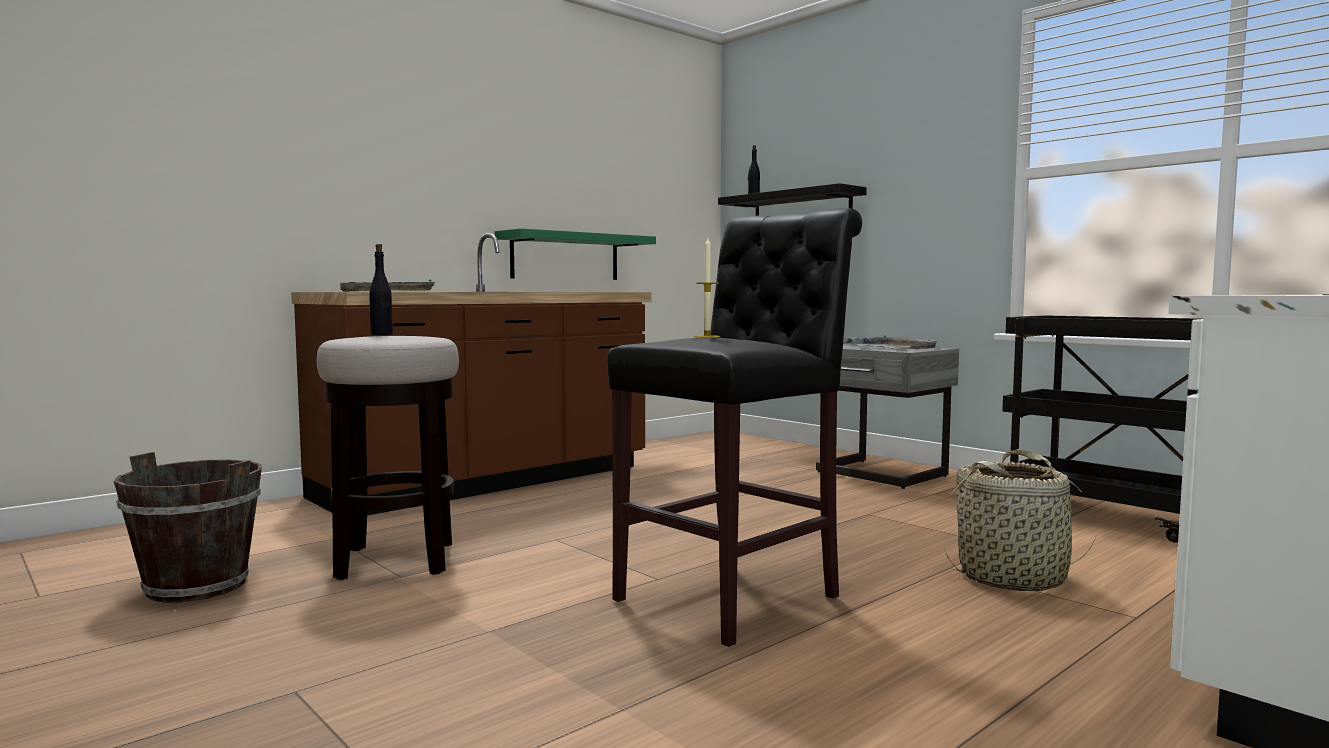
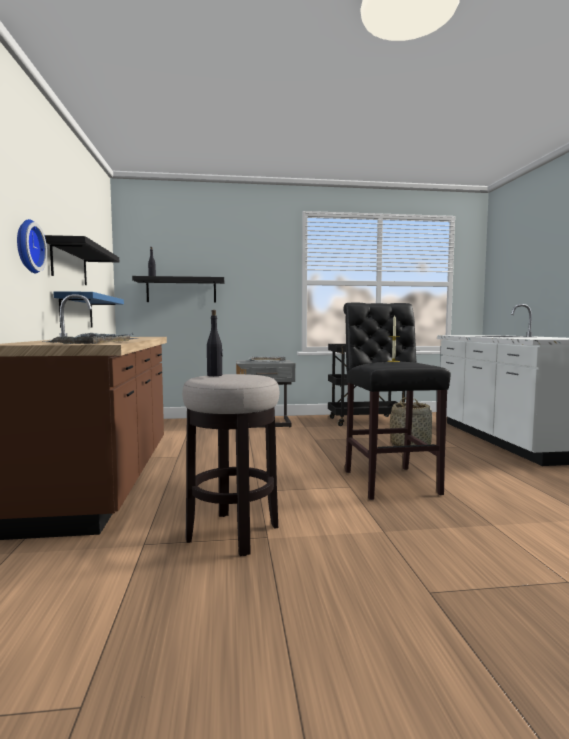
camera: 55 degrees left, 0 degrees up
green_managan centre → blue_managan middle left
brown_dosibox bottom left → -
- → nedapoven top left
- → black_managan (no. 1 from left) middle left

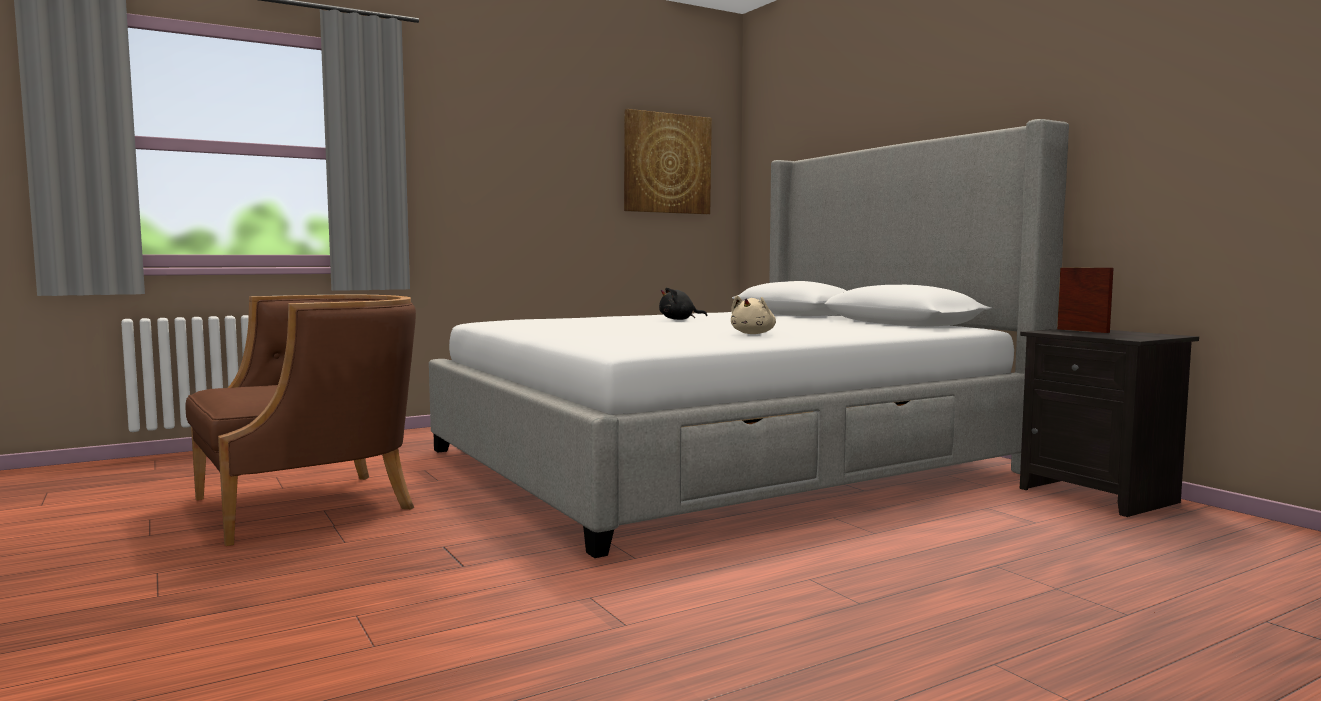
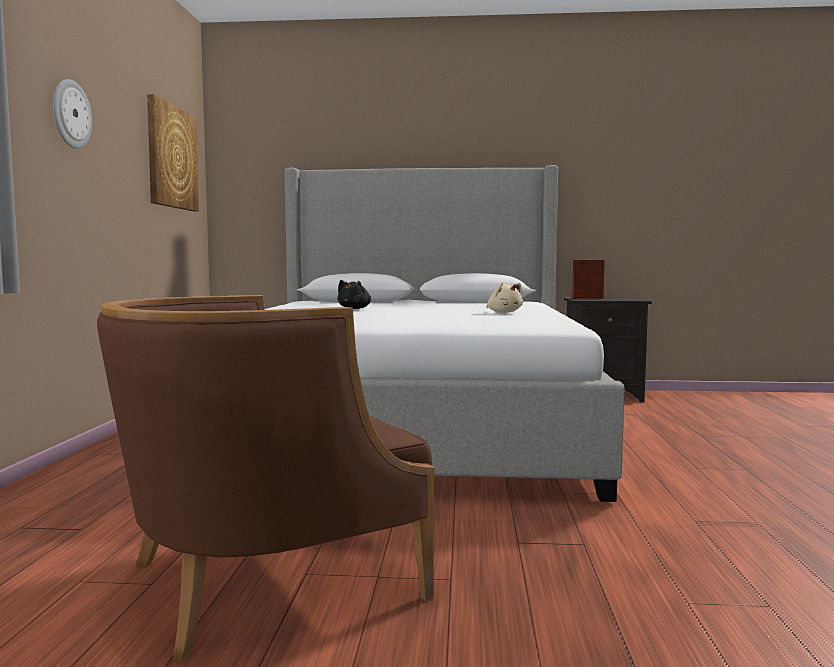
camera: 55 degrees left, 0 degrees up
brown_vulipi middle left → brown_vulipi bottom left, 120 degrees counterclockwise
- → nedapoven top left

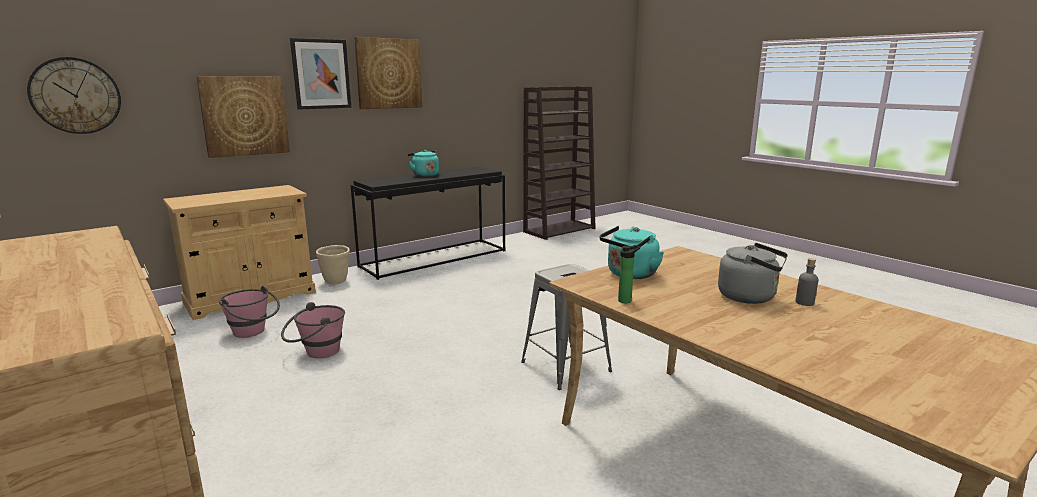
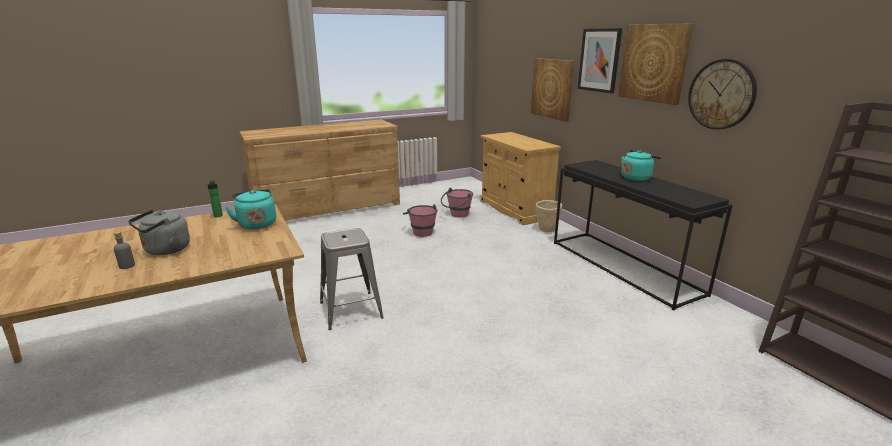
camera: 100 degrees right, 5 degrees up
nedapoven top left → nedapoven top right, relocated

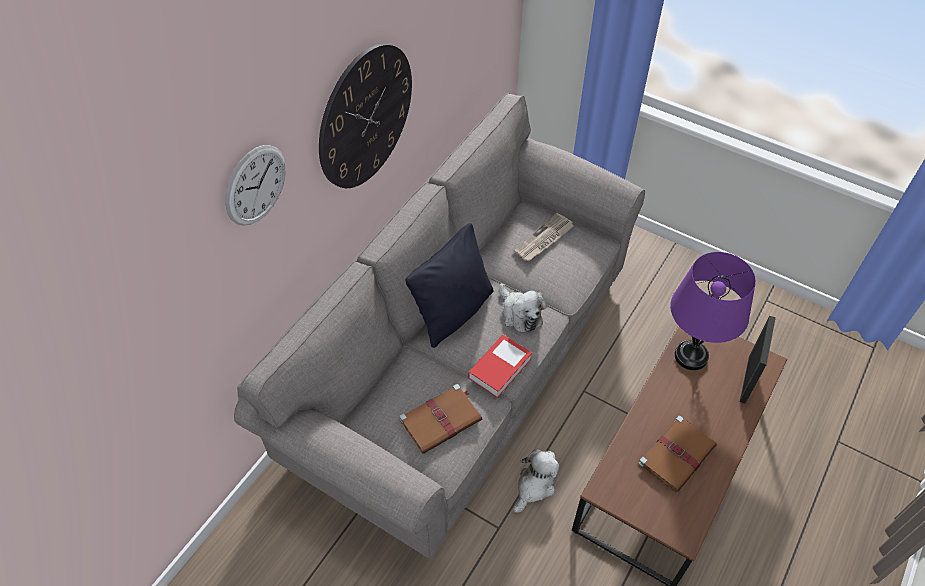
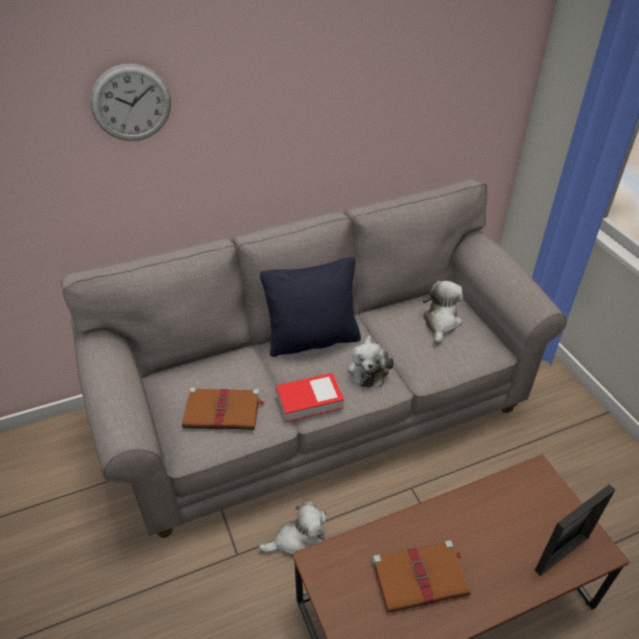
camera: 35 degrees right, 10 degrees down
nedapoven (no. 2 from left) top centre → -
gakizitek centre → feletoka (no. 3 from left) middle right
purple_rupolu middle right → -

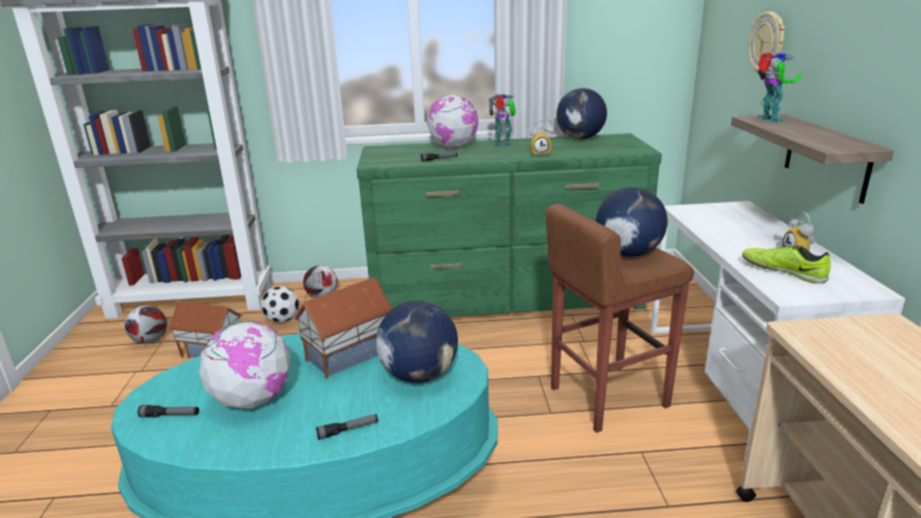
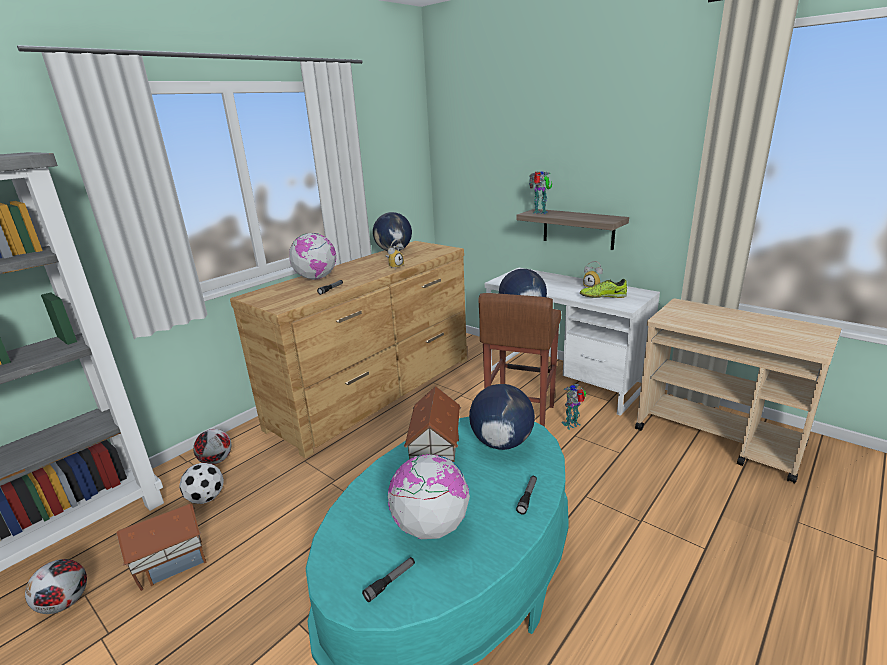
camera: 45 degrees left, 0 degrees up
nedapoven top right → -
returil (no. 1 from left in the first image) top centre → returil (no. 2 from left) centre, relocated
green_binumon centre → brown_binumon centre

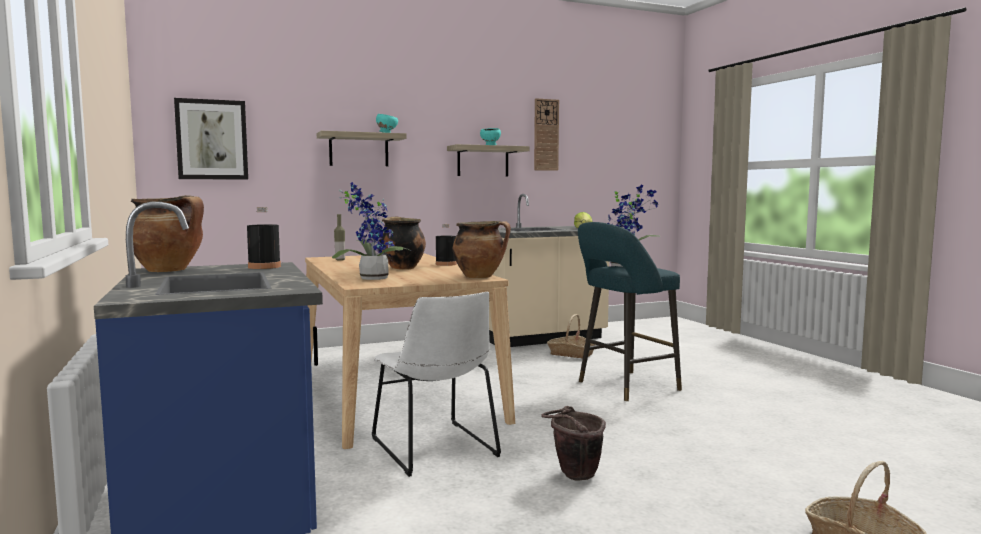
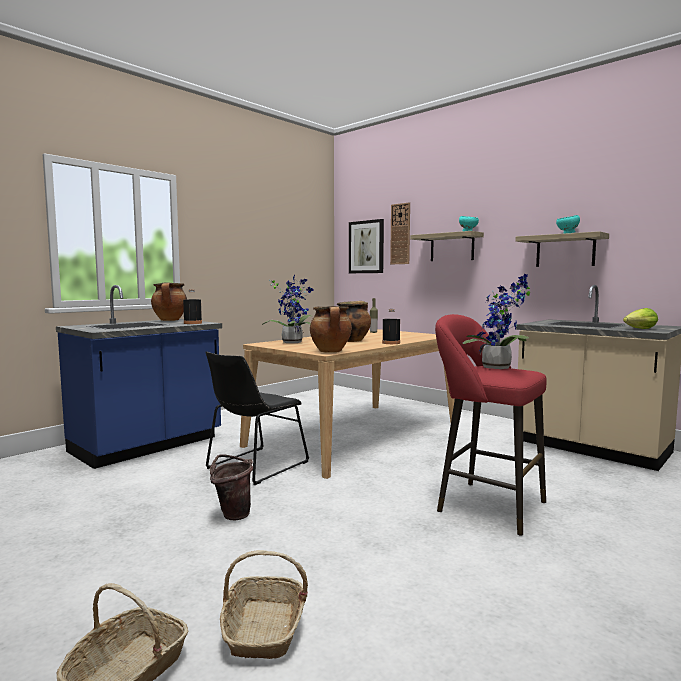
camera: 65 degrees right, 0 degrees up
nedapoven top centre → nedapoven centre, relocated
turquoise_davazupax centre → red_davazupax middle right
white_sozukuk bottom centre → black_sozukuk centre
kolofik (no. 1 from left in the first image) centre → kolofik (no. 2 from left) bottom centre, relocated

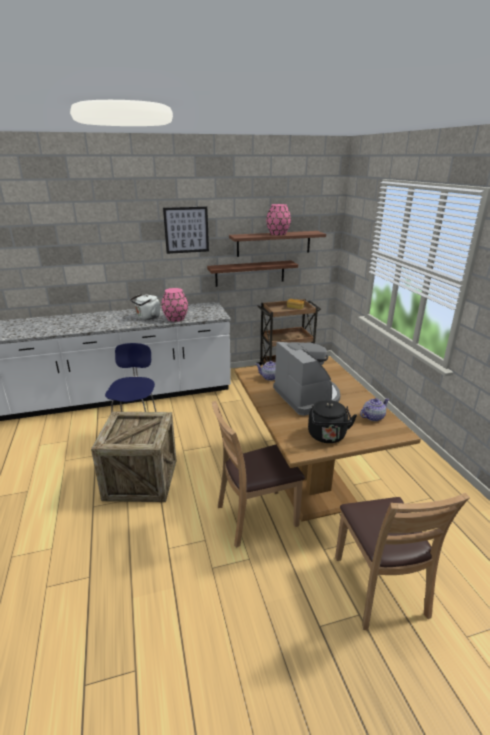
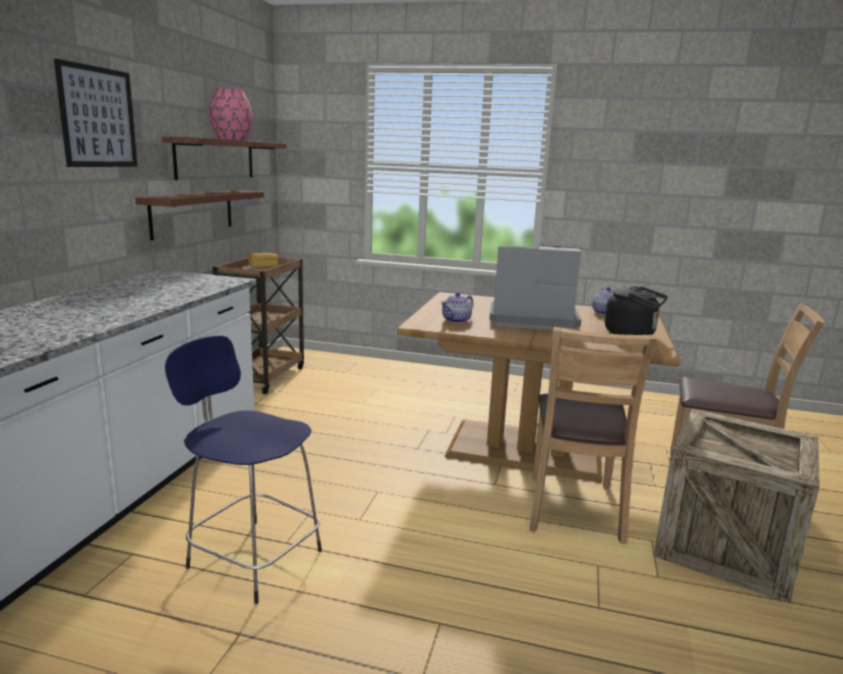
camera: 60 degrees left, 10 degrees down
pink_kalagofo (no. 1 from left) centre → -
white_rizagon middle left → -
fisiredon middle left → fisiredon bottom right, relocated

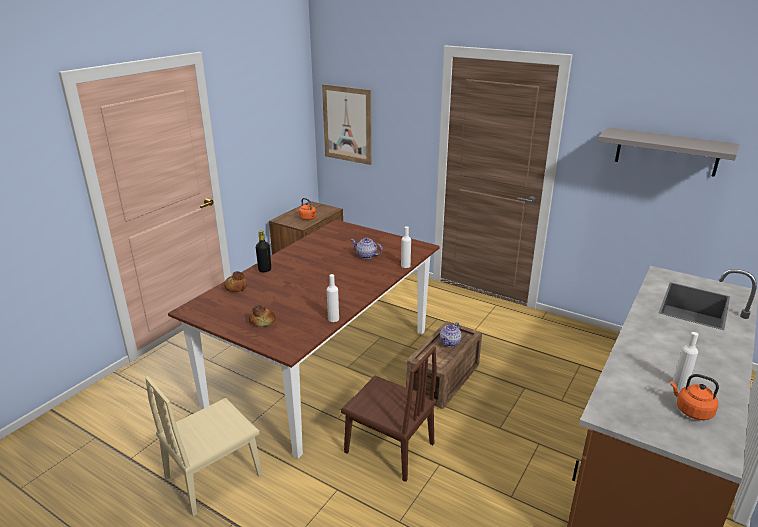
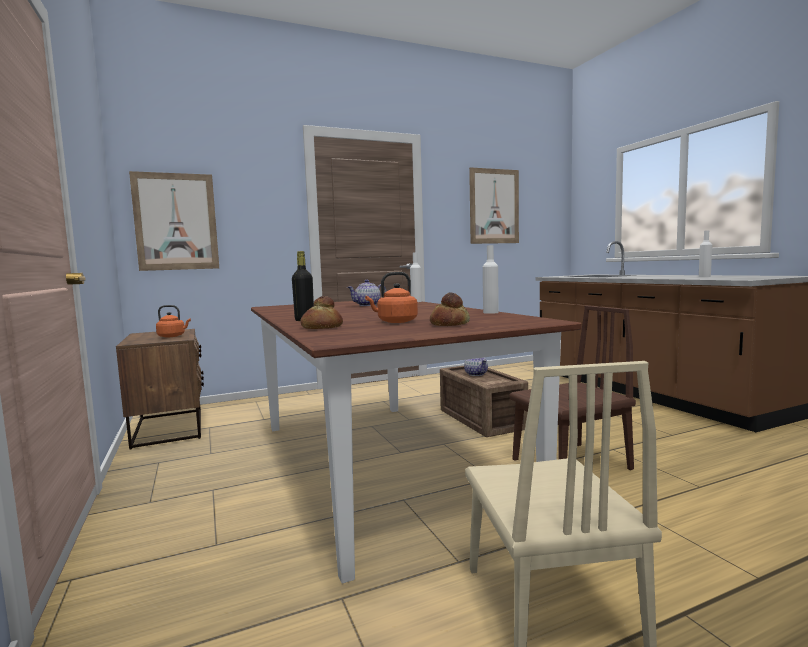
camera: 55 degrees left, 20 degrees down
grey_managan top right → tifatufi (no. 2 from left) top centre
orange_rizagon (no. 2 from left) bottom right → orange_rizagon (no. 2 from left) centre, relocated

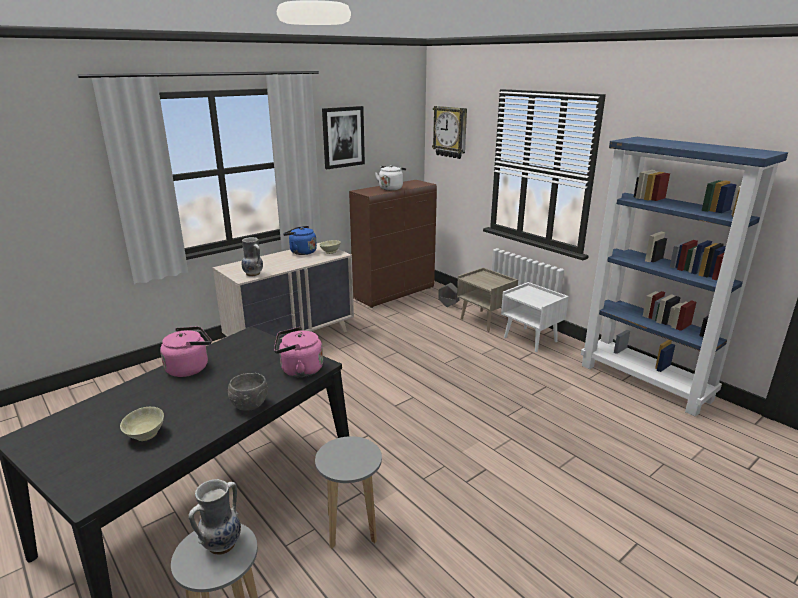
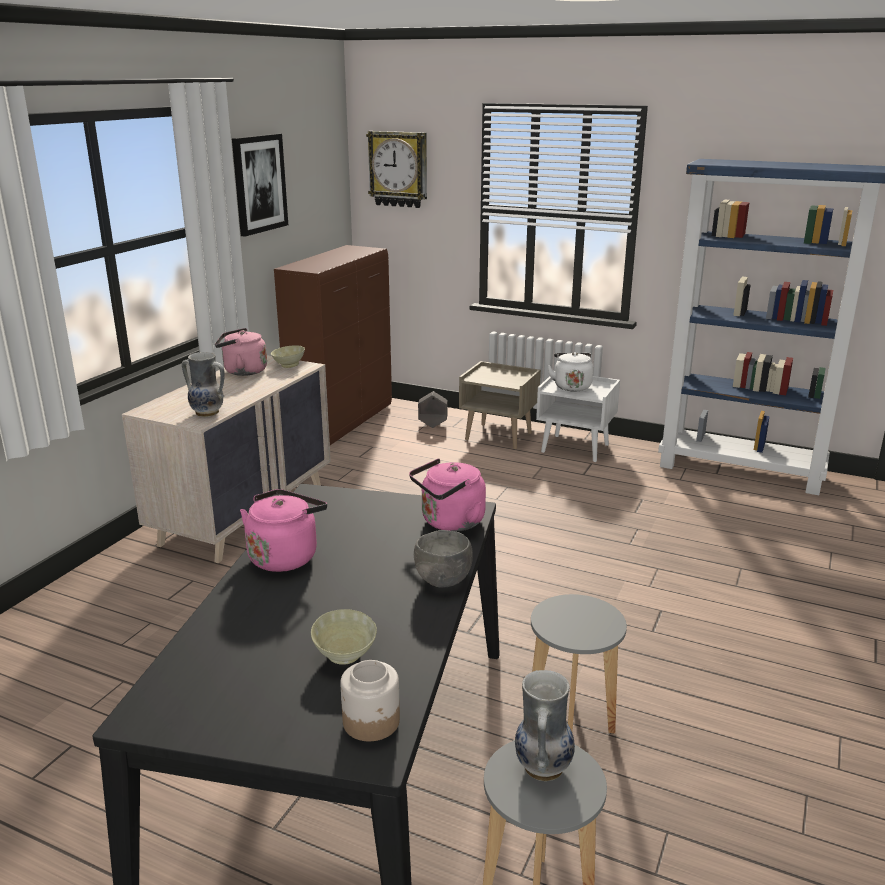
camera: 25 degrees left, 0 degrees up
white_rizagon top centre → white_rizagon centre, relocated
blue_rizagon centre → pink_rizagon (no. 1 from left) middle left
- → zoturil bottom centre

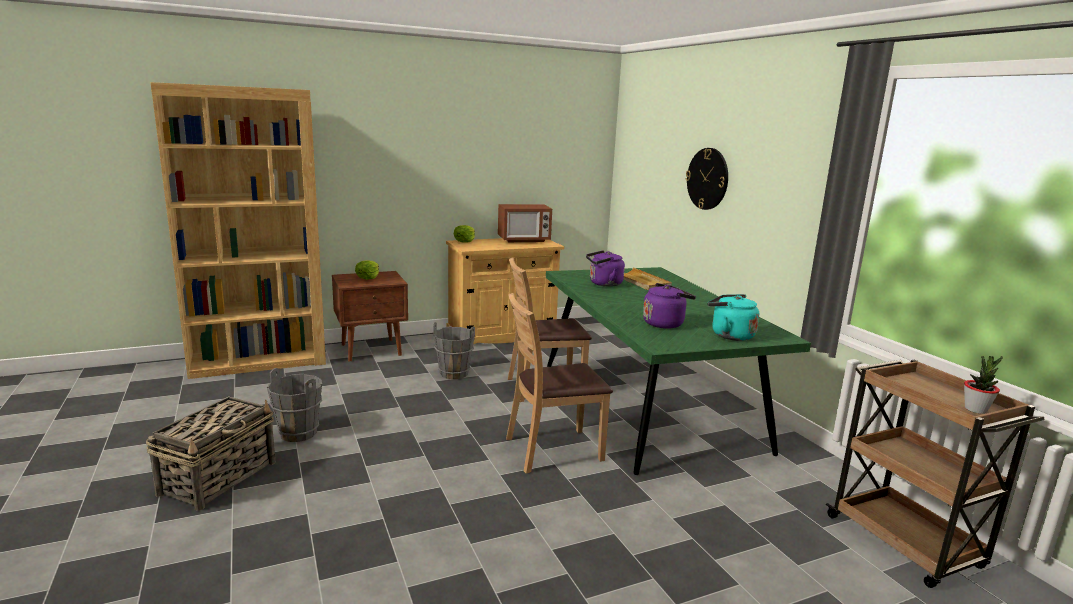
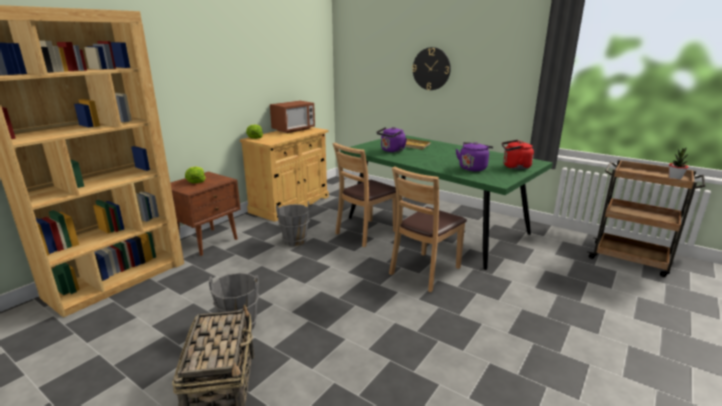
camera: 30 degrees left, 5 degrees up
turquoise_rizagon middle right → red_rizagon middle right

